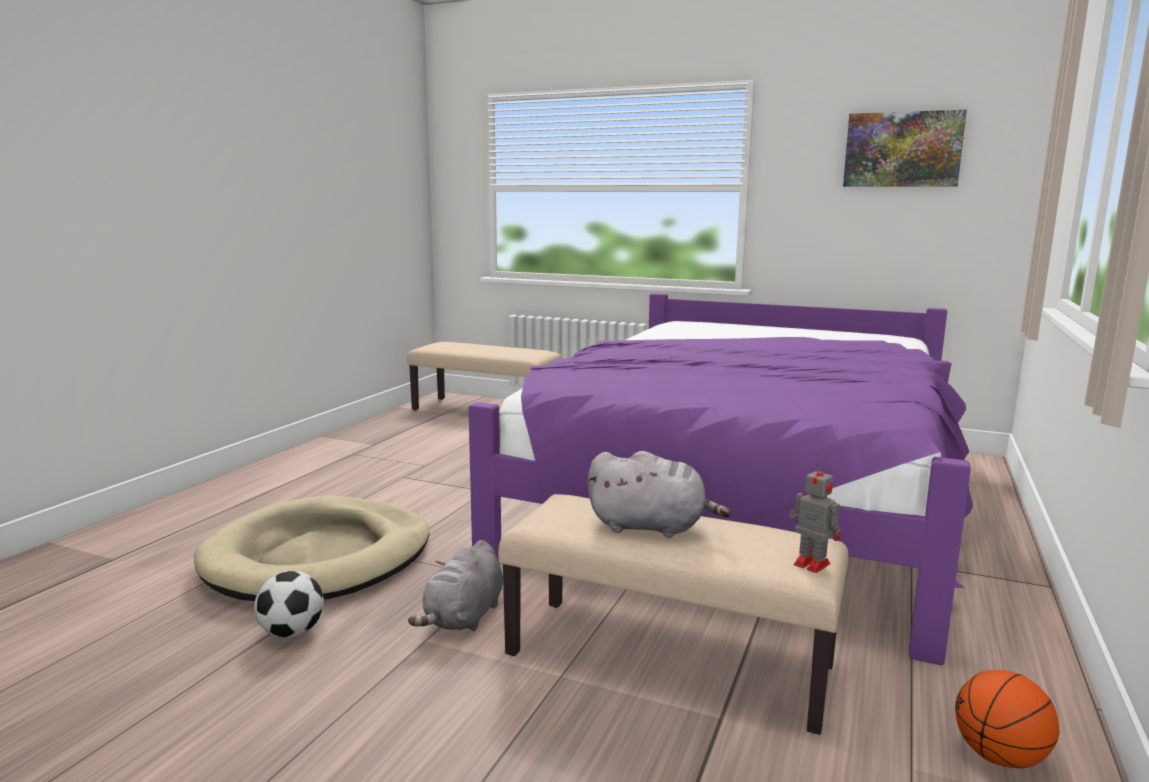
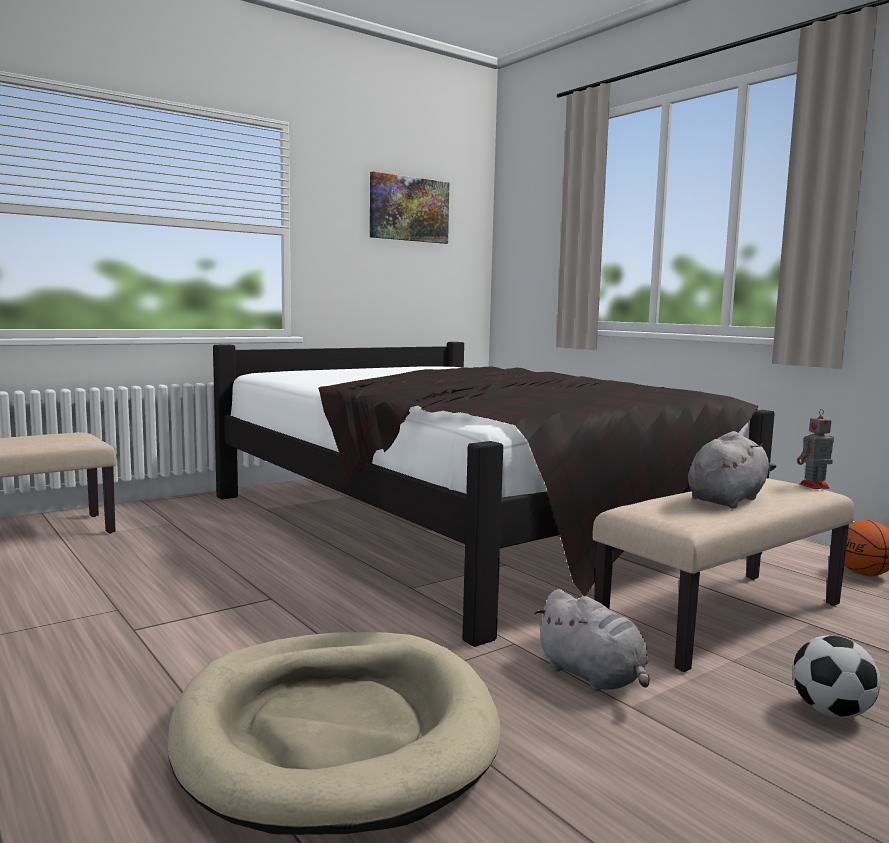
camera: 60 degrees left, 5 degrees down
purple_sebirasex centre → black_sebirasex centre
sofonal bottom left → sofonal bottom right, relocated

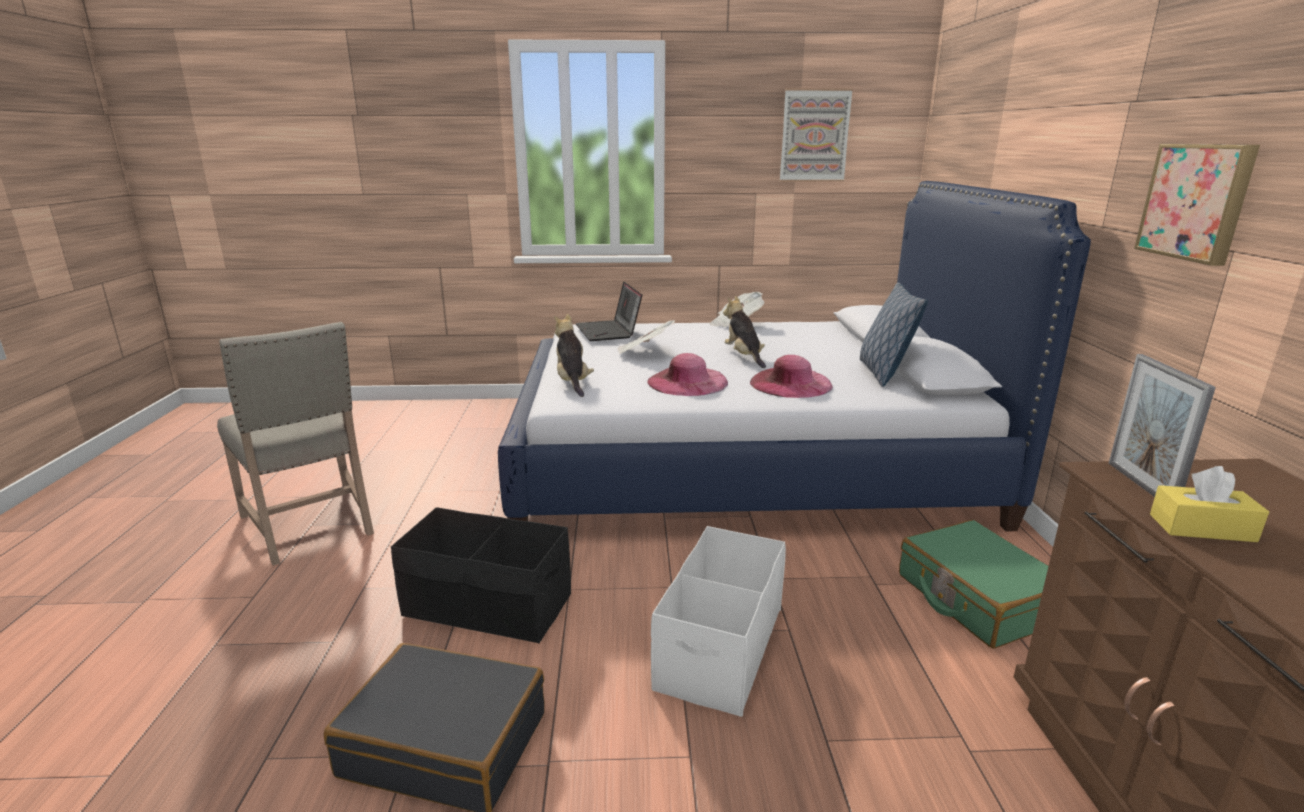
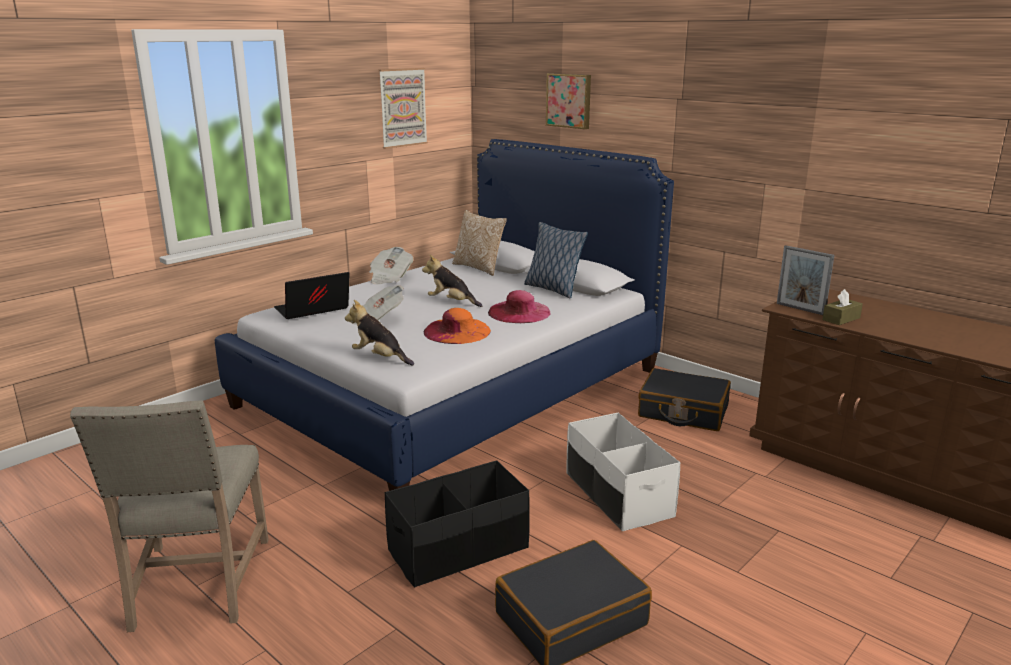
camera: 45 degrees left, 0 degrees up
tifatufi (no. 2 from left) top right → tifatufi (no. 2 from left) top centre, relocated
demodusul centre → demodusul middle left, 120 degrees clockwise
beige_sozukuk middle left → beige_sozukuk bottom left, 75 degrees clockwise
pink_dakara (no. 1 from left) centre → orange_dakara centre
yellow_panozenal middle right → brown_panozenal middle right
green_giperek bottom right → black_giperek (no. 2 from left) middle right
- → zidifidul (no. 1 from left) centre

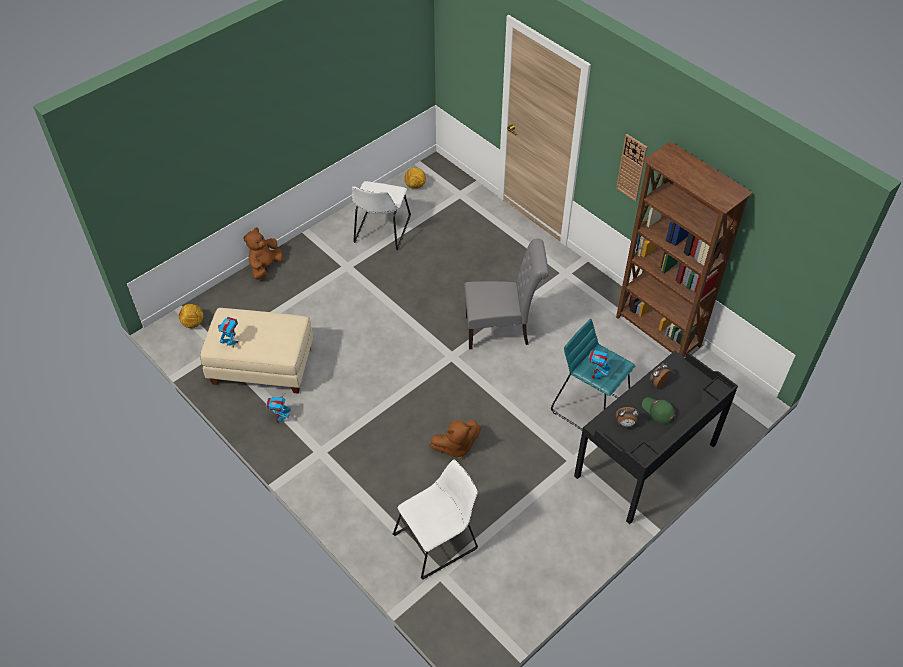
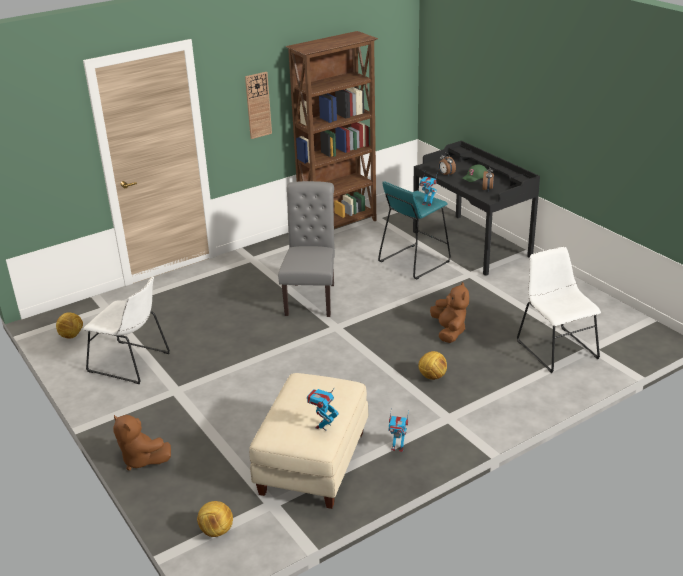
camera: 80 degrees left, 20 degrees down
- → sofonal (no. 3 from left) centre

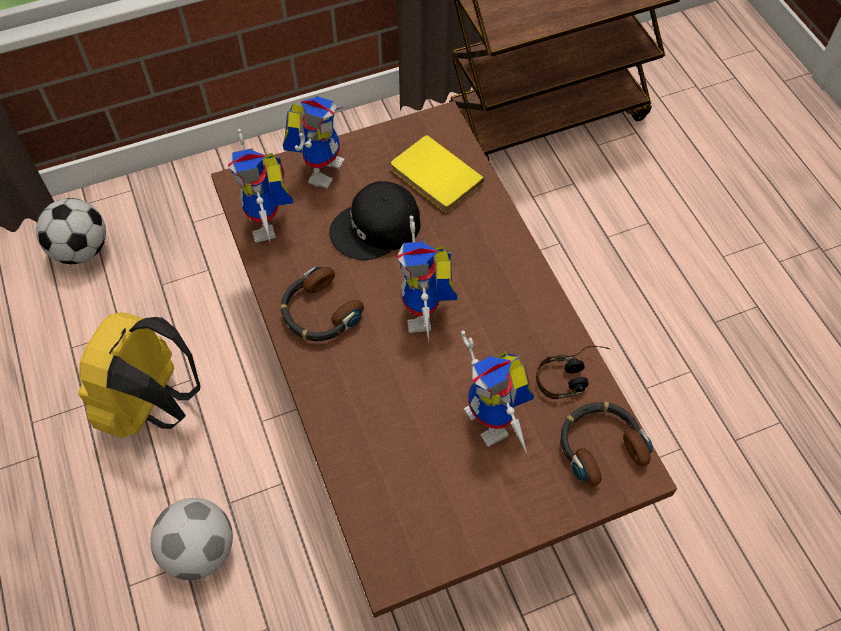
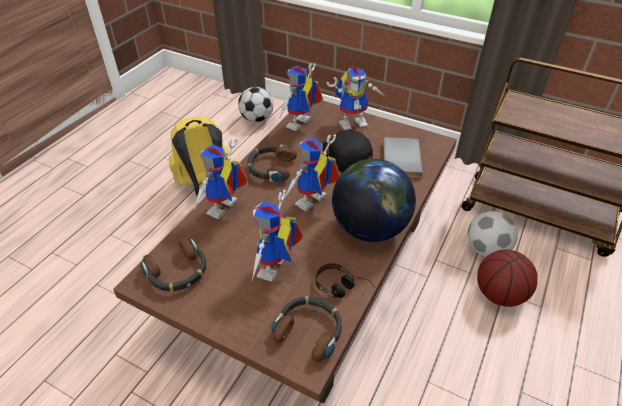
camera: 50 degrees right, 15 degrees down
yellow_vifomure top centre → grey_vifomure centre
sofonal (no. 2 from left) bottom left → sofonal (no. 2 from left) middle right, relocated
- → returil (no. 1 from left) centre
- → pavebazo centre
- → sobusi (no. 1 from left) middle left
- → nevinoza bottom right

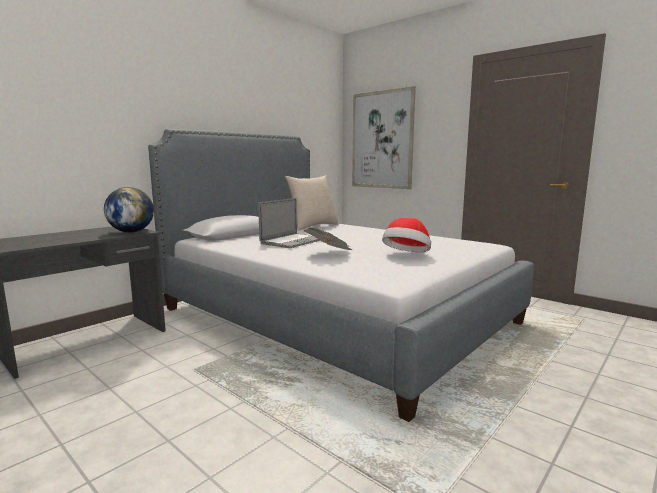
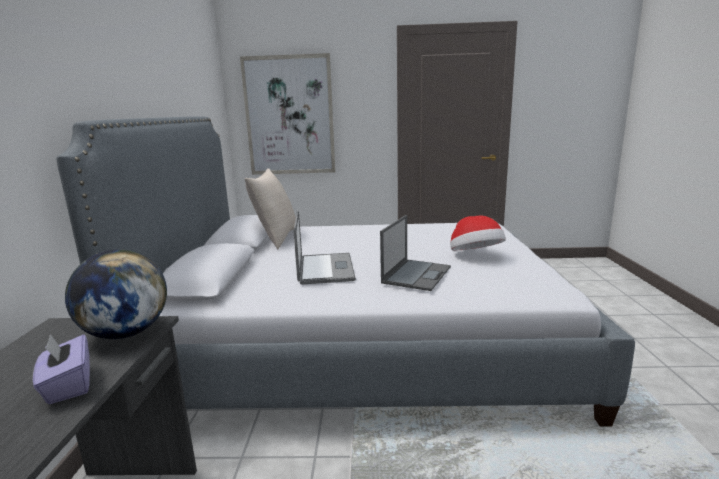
camera: 40 degrees left, 5 degrees up
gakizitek centre → demodusul (no. 2 from left) centre
- → purple_panozenal bottom left

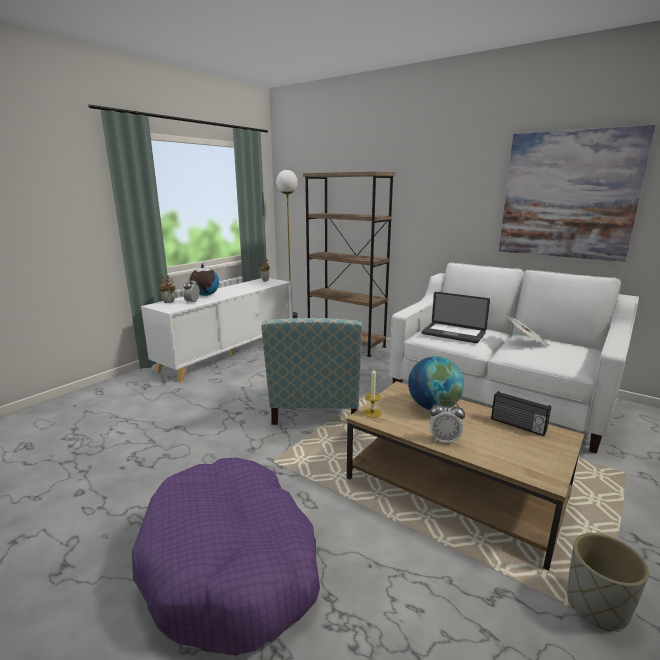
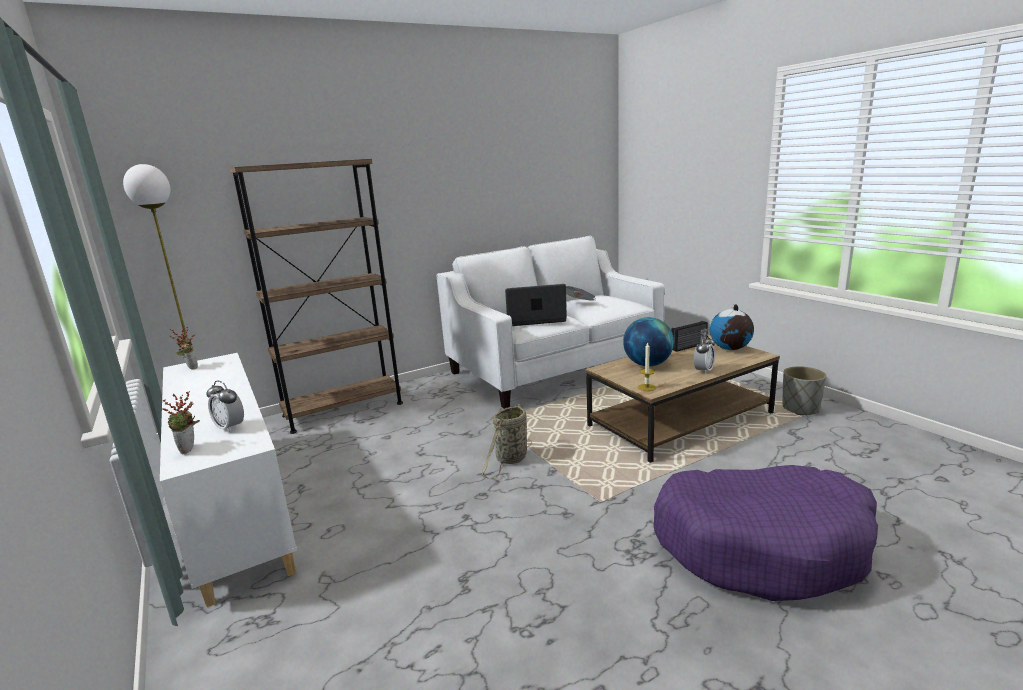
camera: 65 degrees left, 0 degrees up
tifatufi top right → -
pavebazo (no. 1 from left in the first image) middle left → pavebazo (no. 2 from left) middle right, relocated
demodusul middle right → demodusul centre, 150 degrees counterclockwise
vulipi centre → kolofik centre

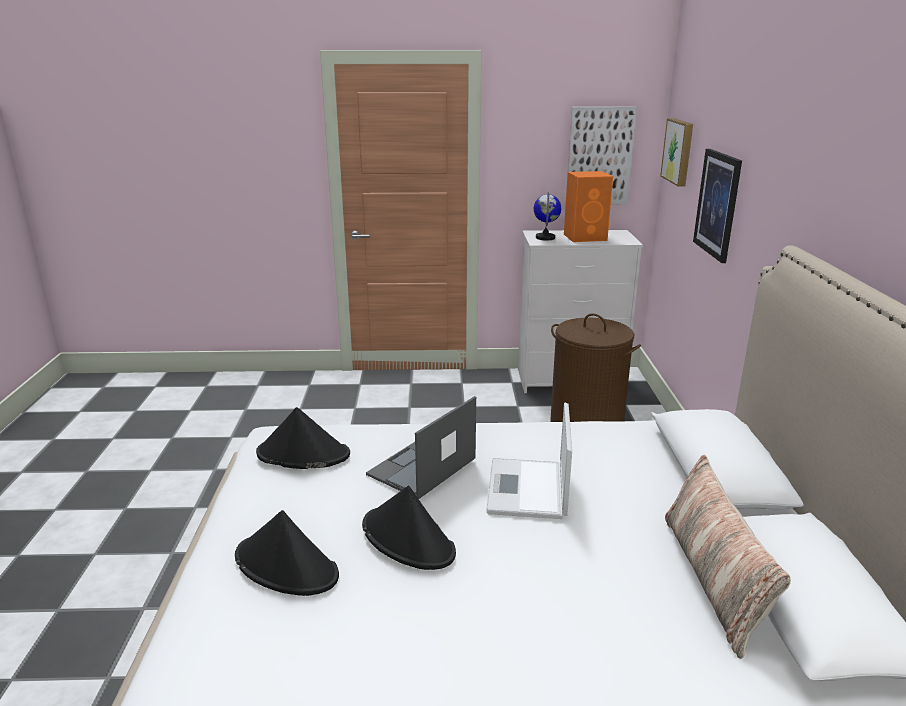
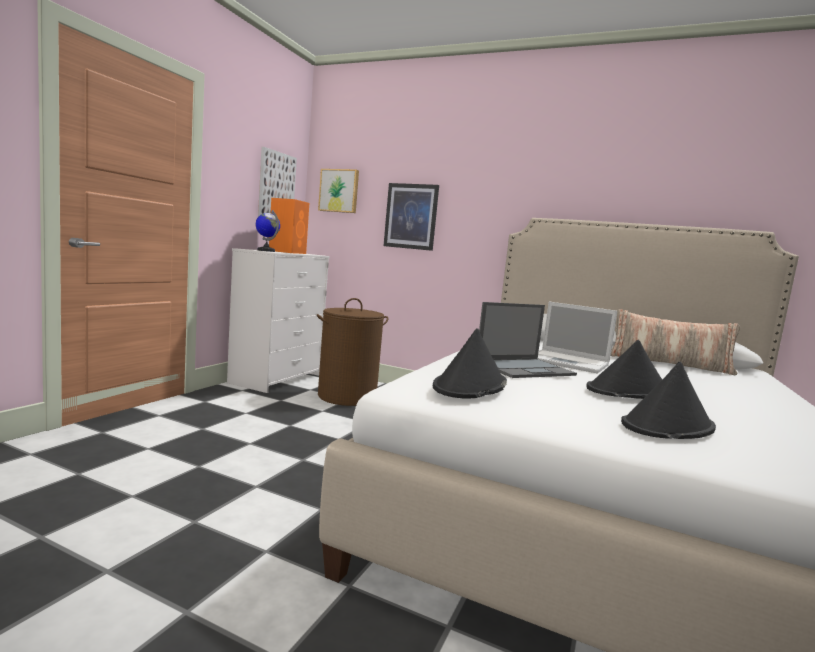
camera: 65 degrees left, 15 degrees down
demodusul (no. 1 from left) centre, 90 degrees counterclockwise

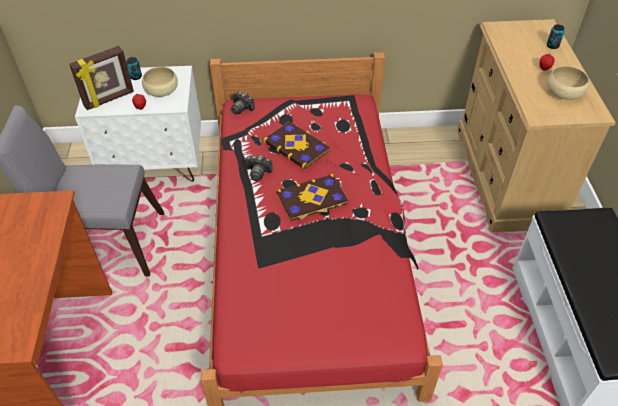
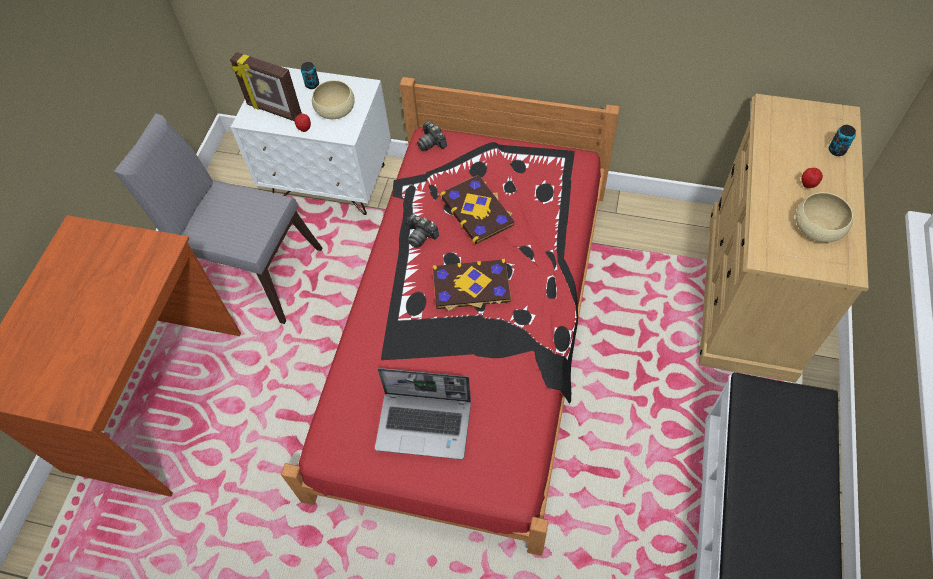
camera: 20 degrees right, 10 degrees up
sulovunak top left, 45 degrees clockwise
- → demodusul bottom centre

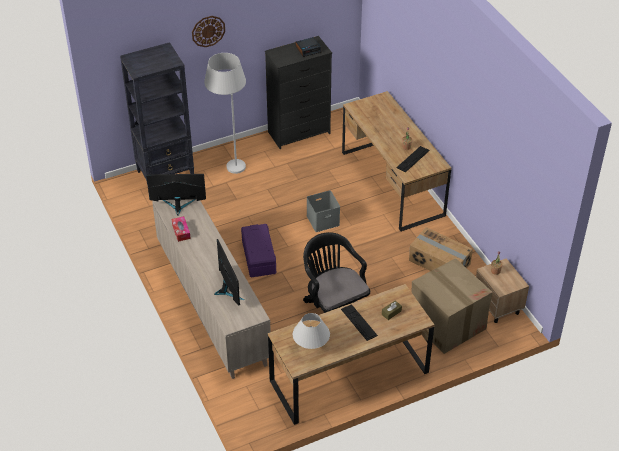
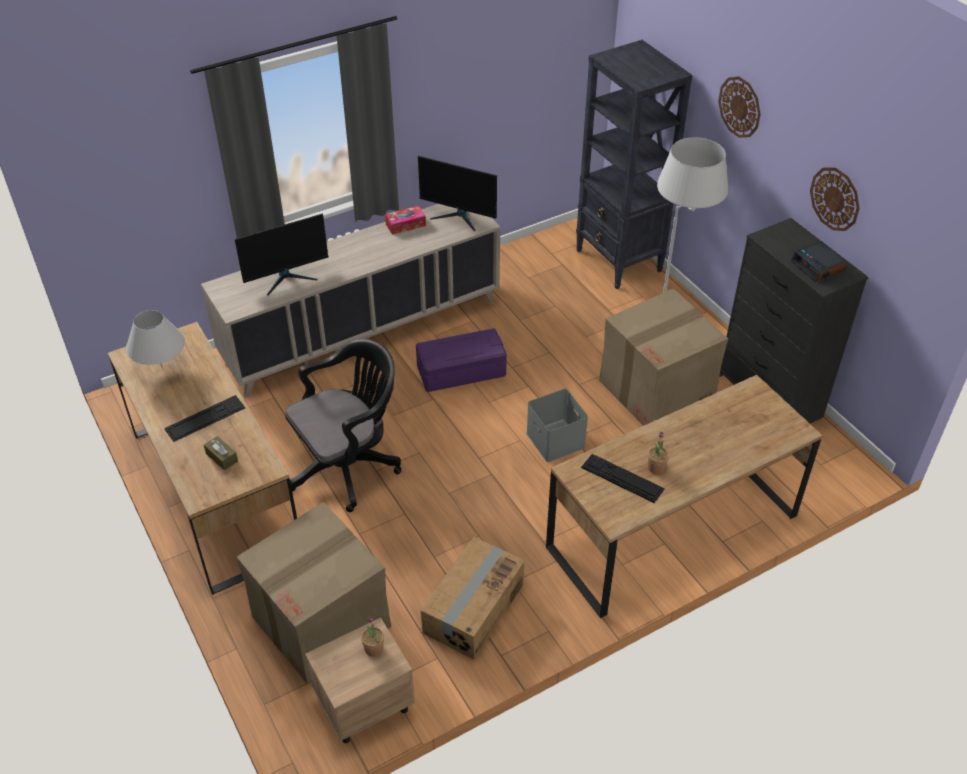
camera: 85 degrees right, 0 degrees up
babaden (no. 1 from left in the first image) middle left → babaden (no. 2 from left) top centre, 120 degrees clockwise
- → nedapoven (no. 2 from left) top right
- → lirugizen (no. 3 from left) middle right

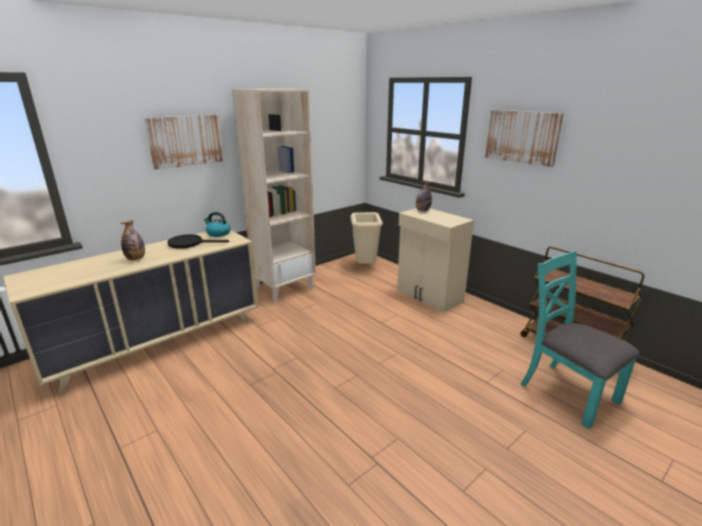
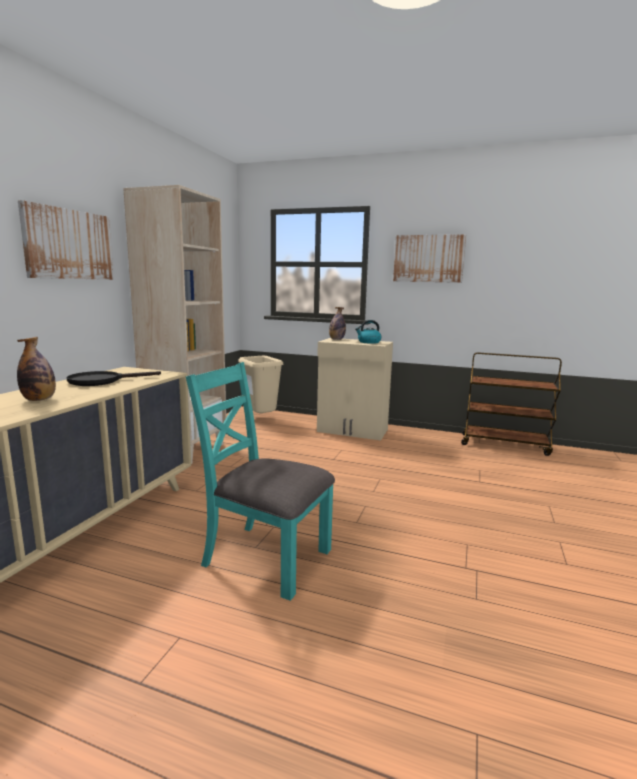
camera: 30 degrees left, 10 degrees down
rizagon middle left → rizagon centre, relocated
turquoise_sozukuk middle right → turquoise_sozukuk centre, relocated

